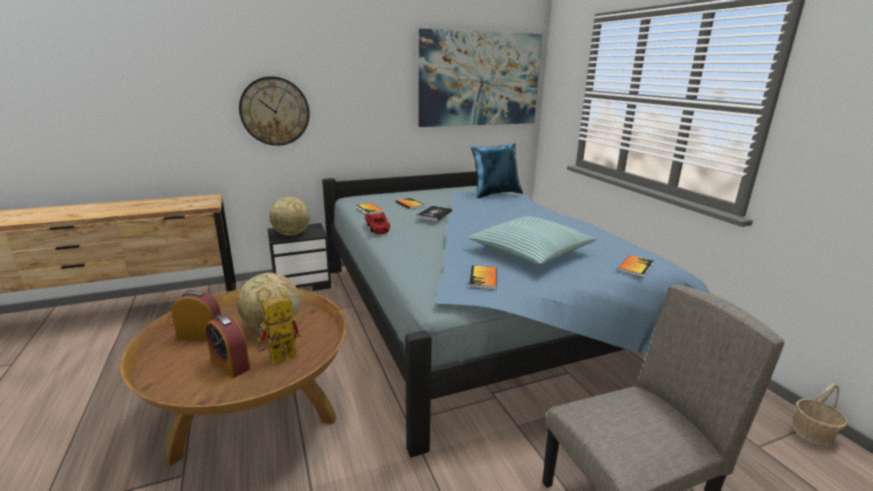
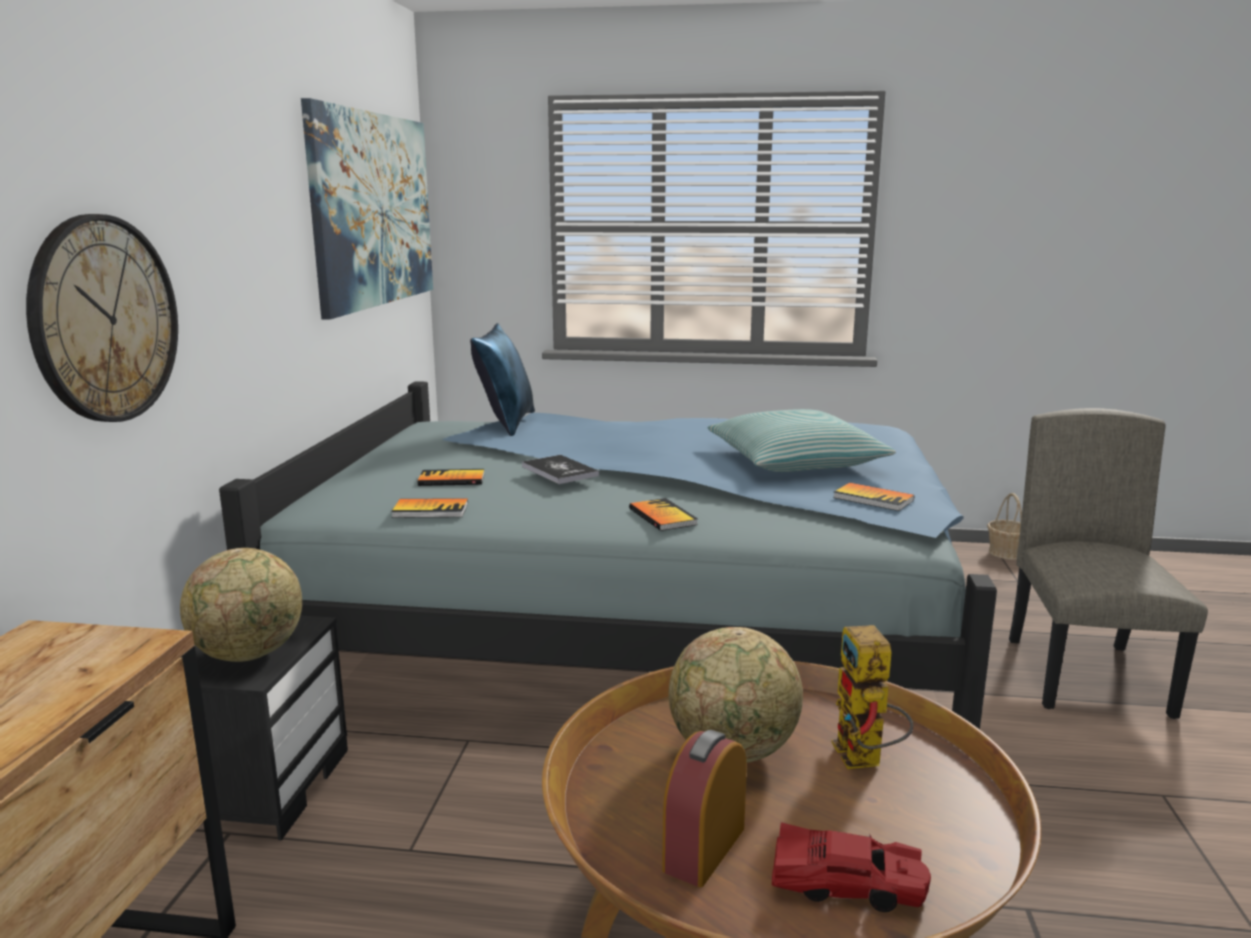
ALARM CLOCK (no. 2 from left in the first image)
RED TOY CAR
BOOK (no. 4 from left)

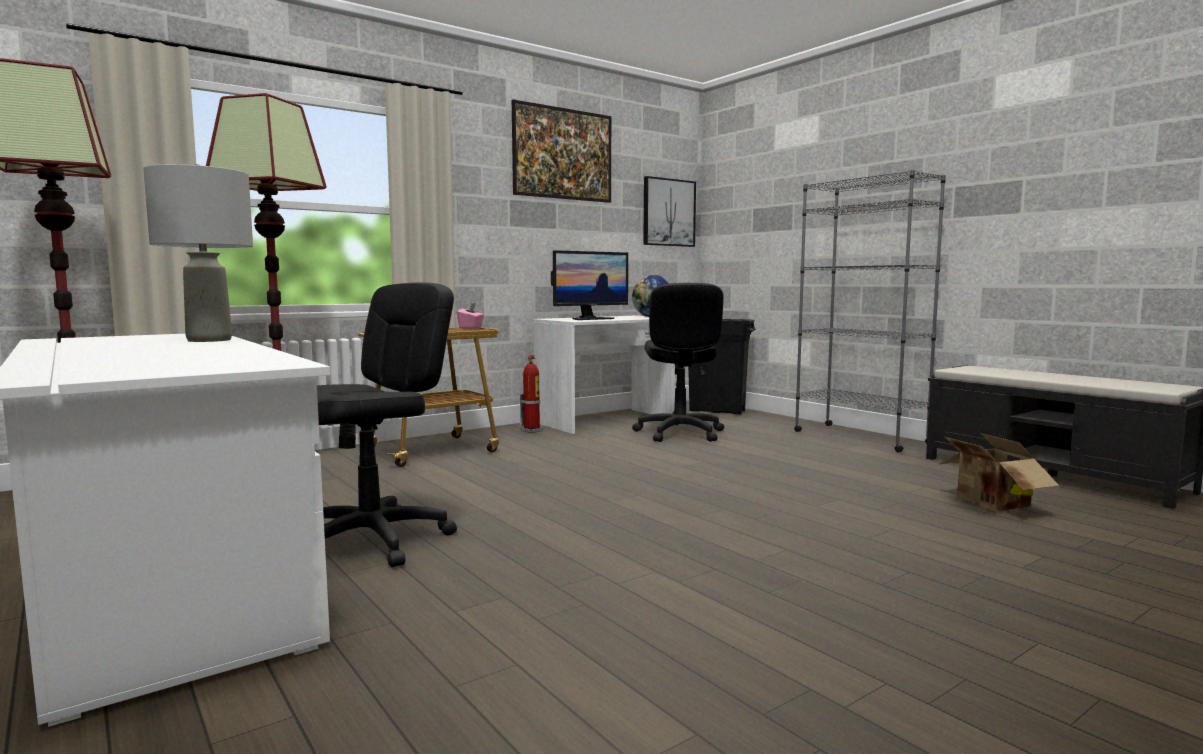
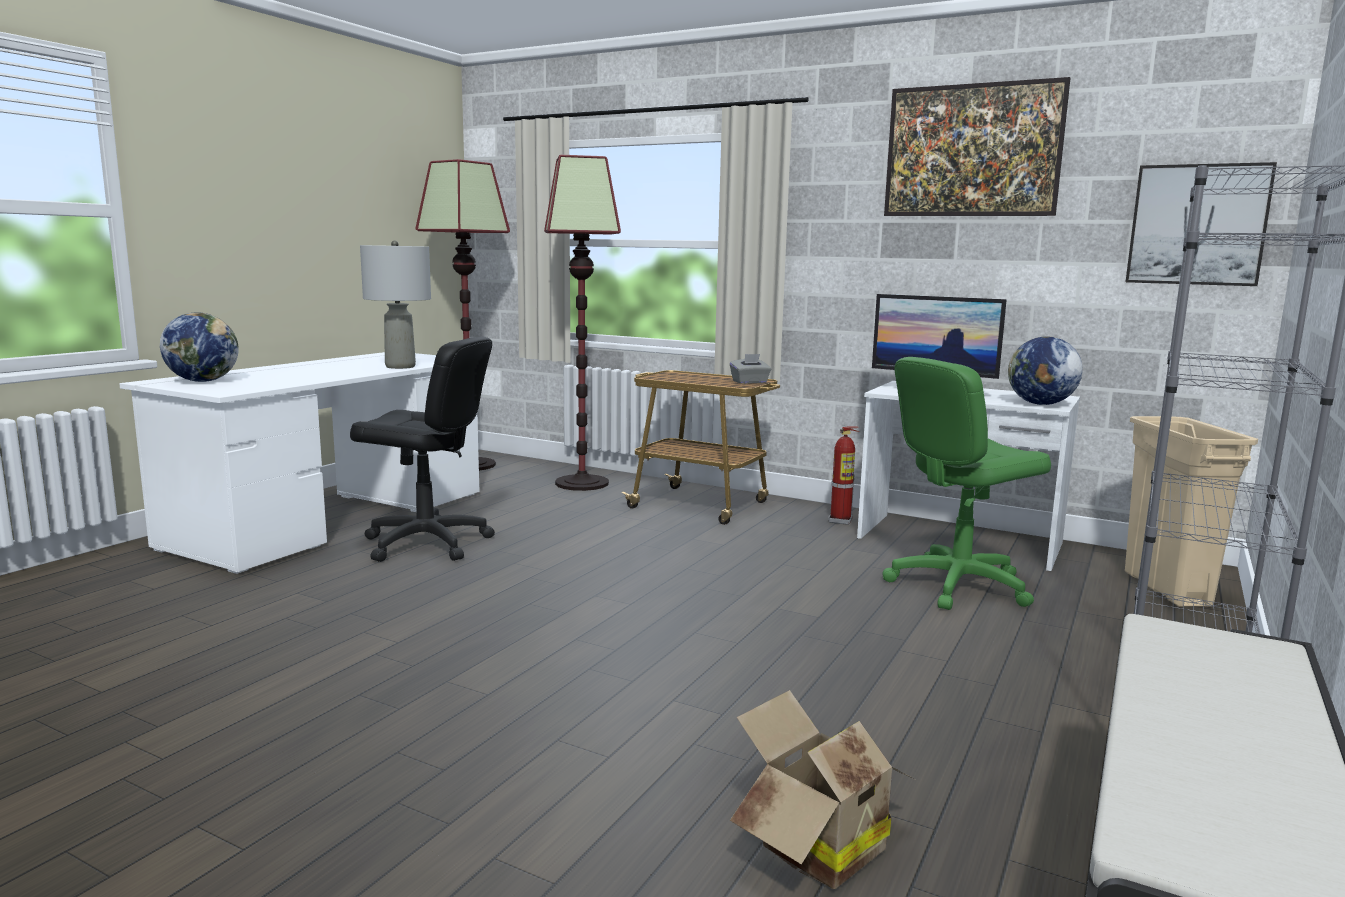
GREY TISSUE BOX
GREEN OFFICE CHAIR
BEIGE TRASH CAN
GLOBE (no. 1 from left)

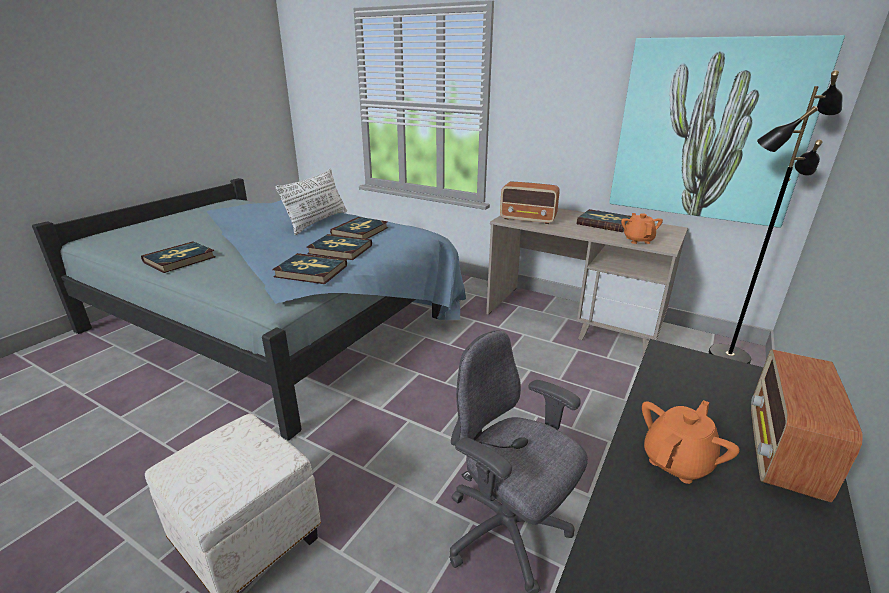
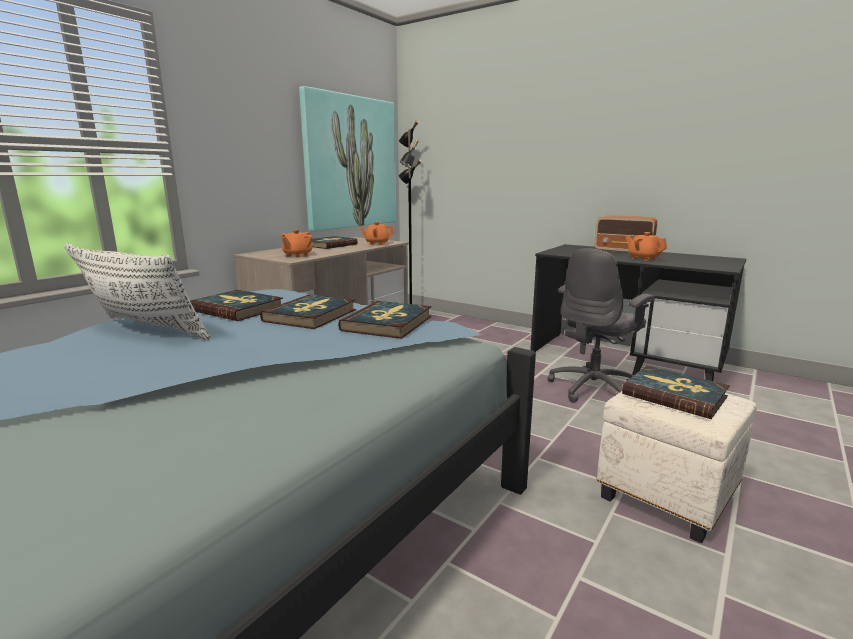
BOOK (no. 5 from left)
ORANGE TEAPOT (no. 1 from left)

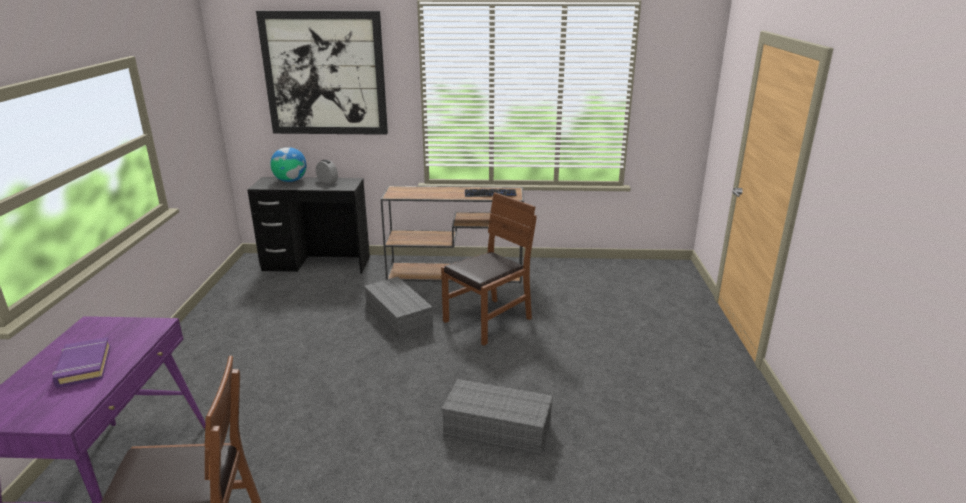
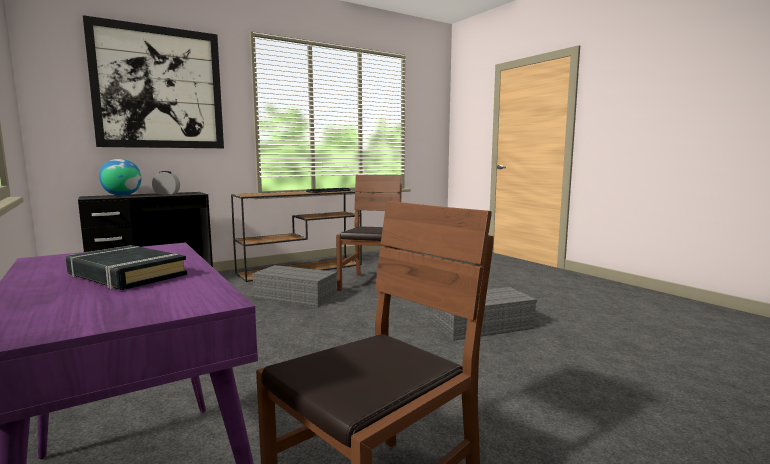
BLACK BOOK

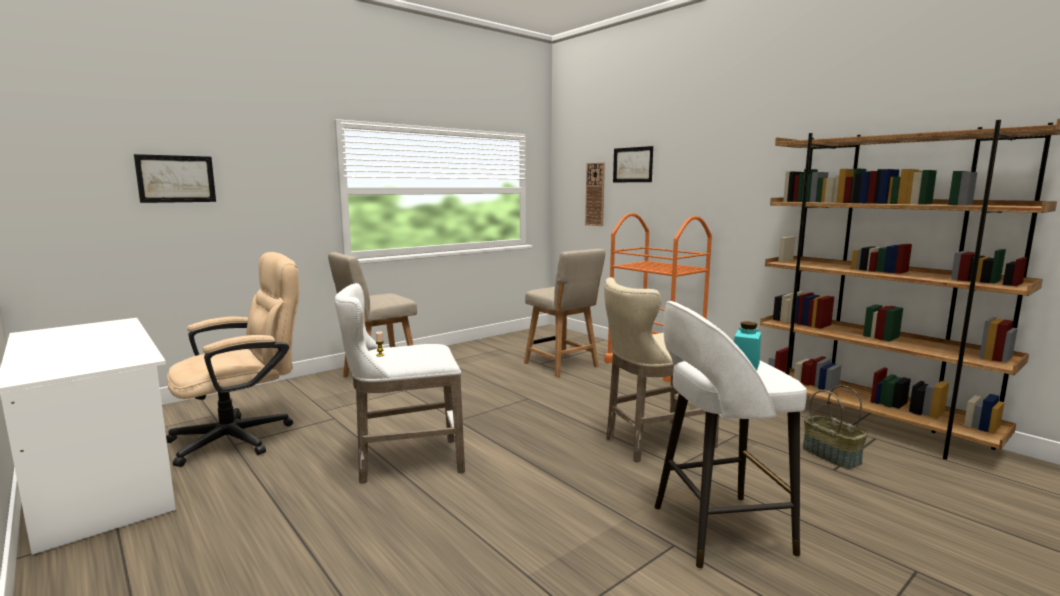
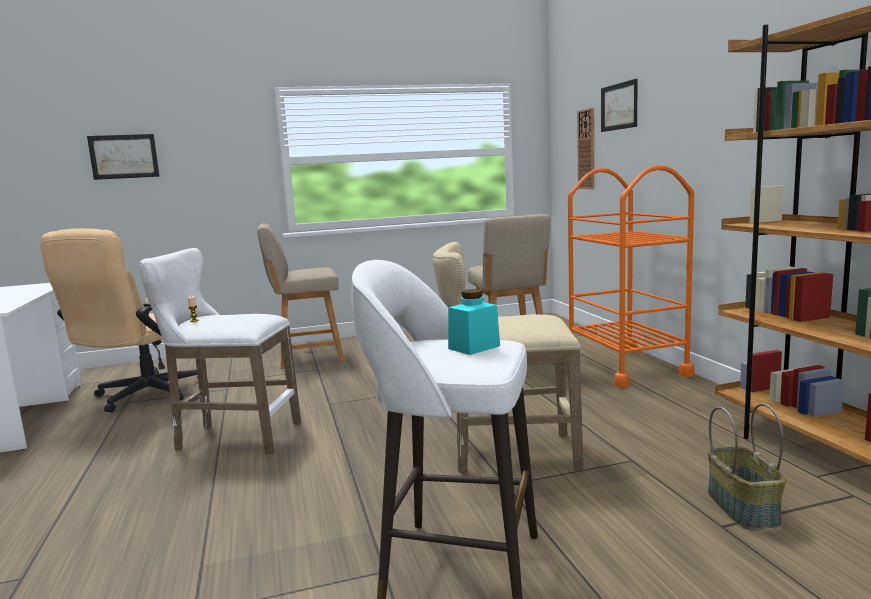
BEIGE OFFICE CHAIR

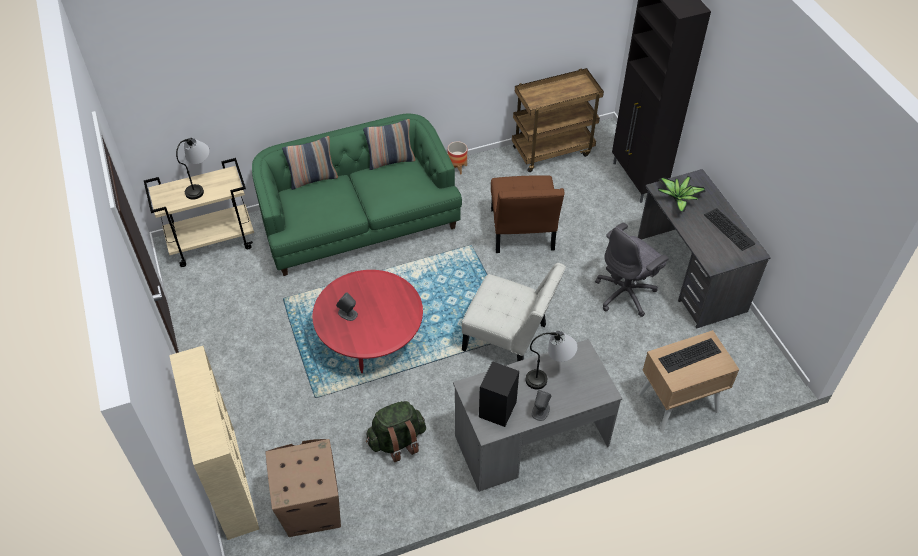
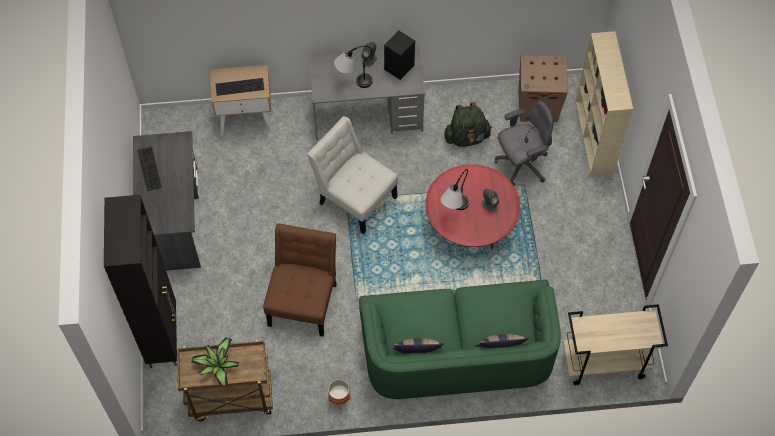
TABLE LAMP (no. 2 from left)
GREY OFFICE CHAIR
POTTED PLANT

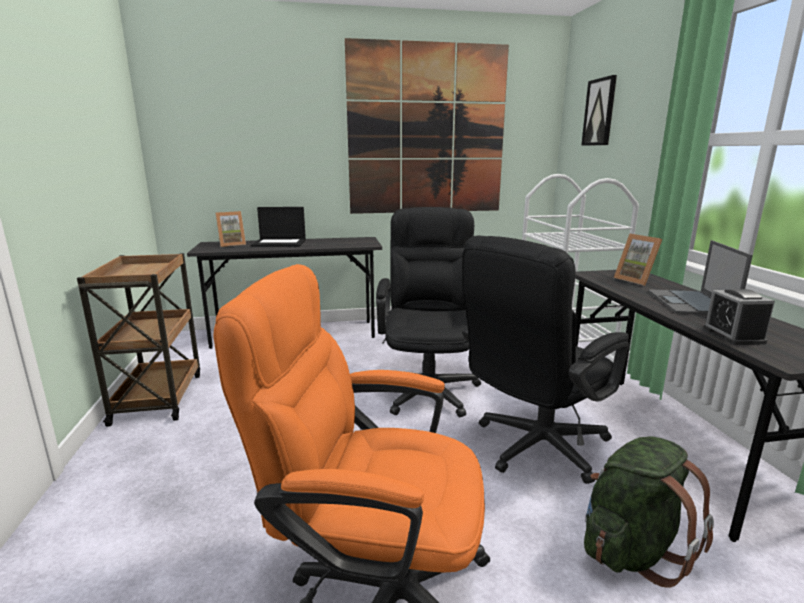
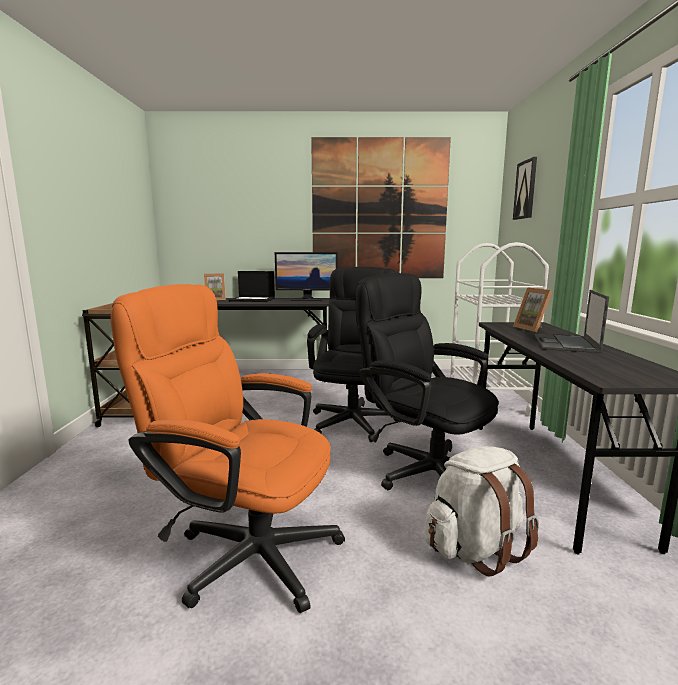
BLACK OFFICE CHAIR (no. 2 from left)
WHITE BACKPACK
ALARM CLOCK
MONITOR

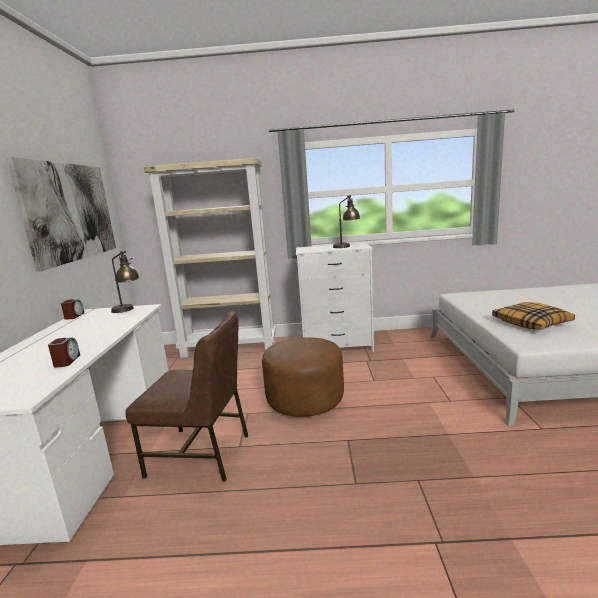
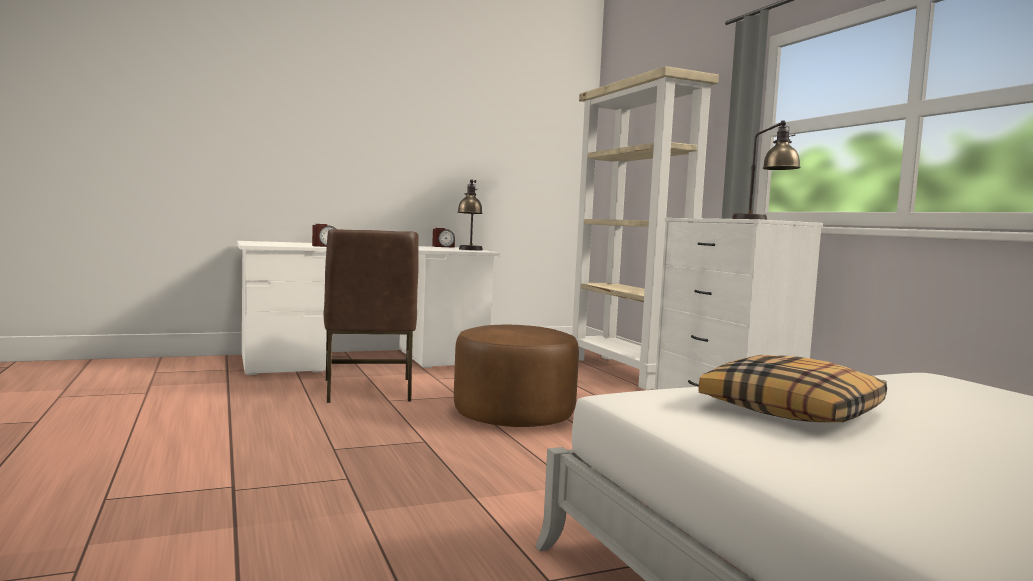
PICTURE

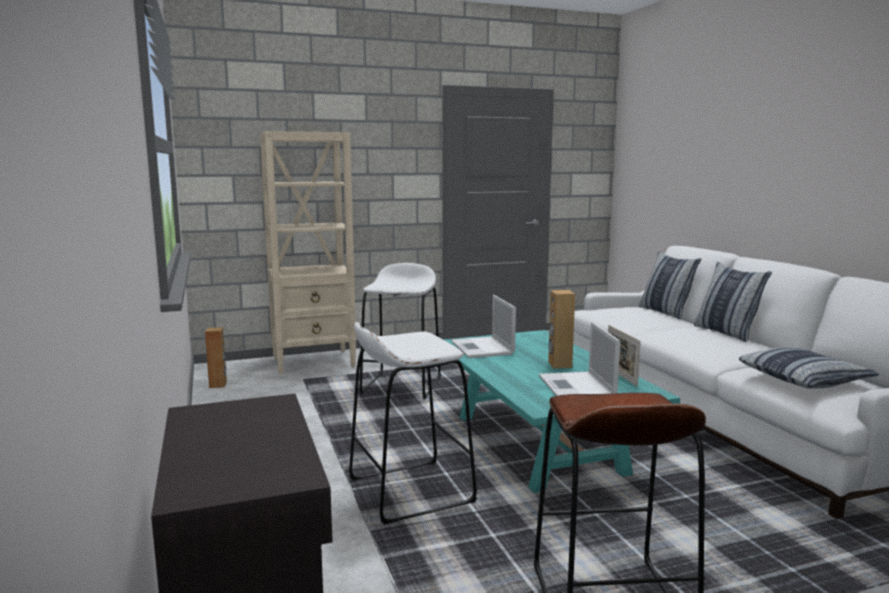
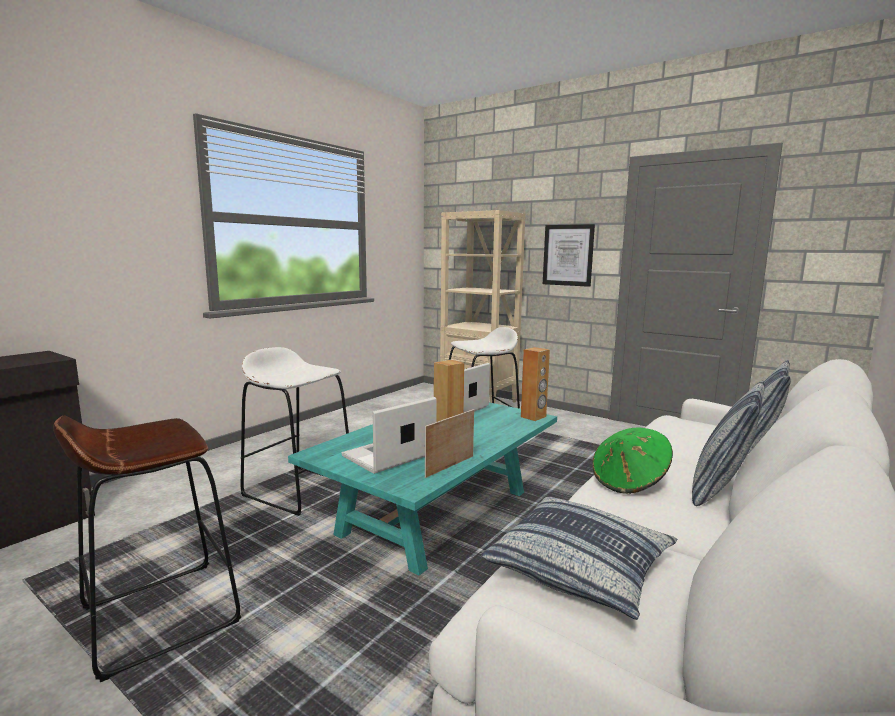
BROWN SPEAKER (no. 2 from left)
PICTURE
GREEN HAT

